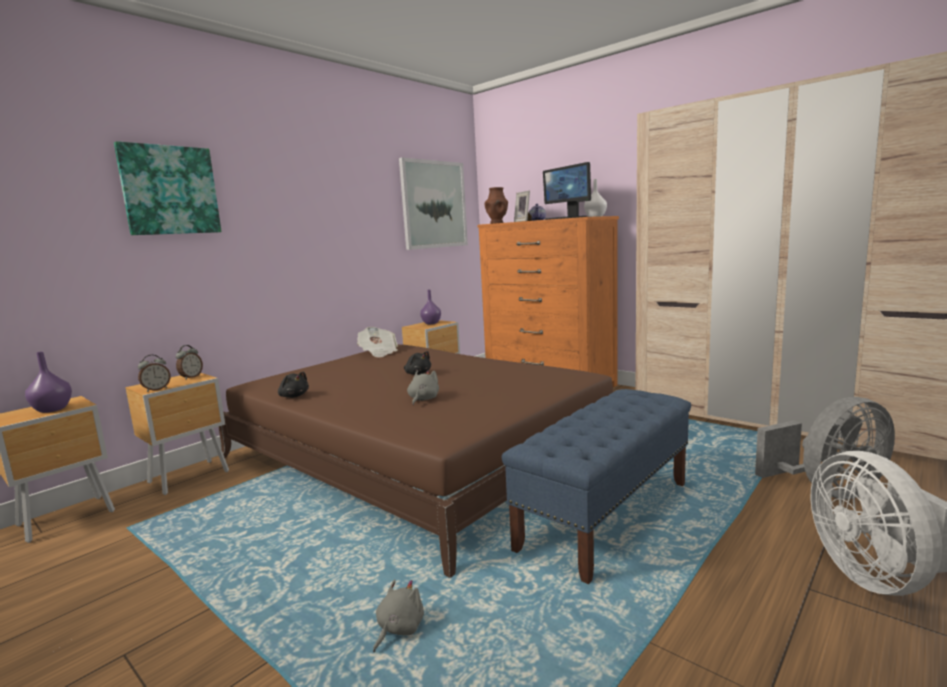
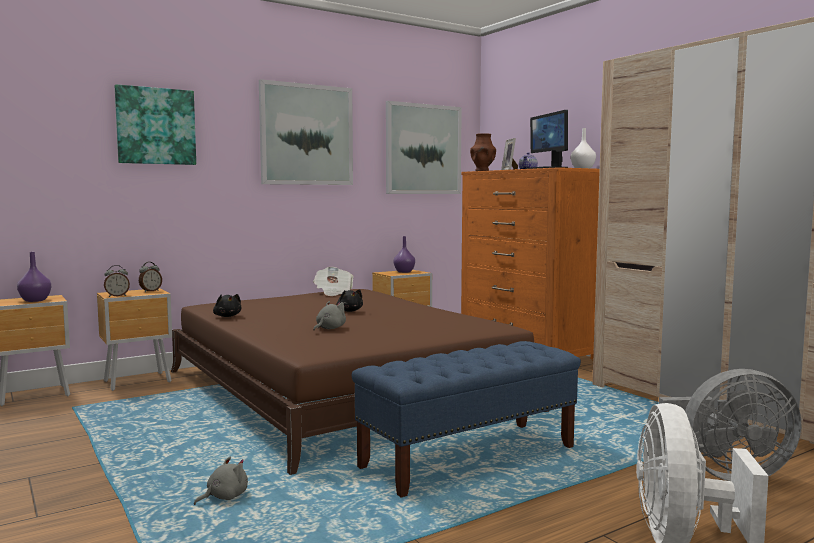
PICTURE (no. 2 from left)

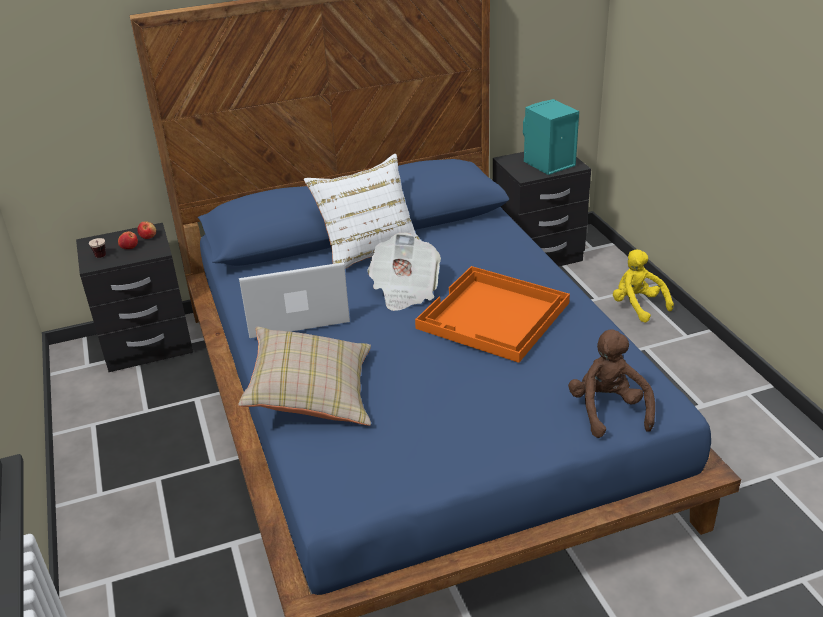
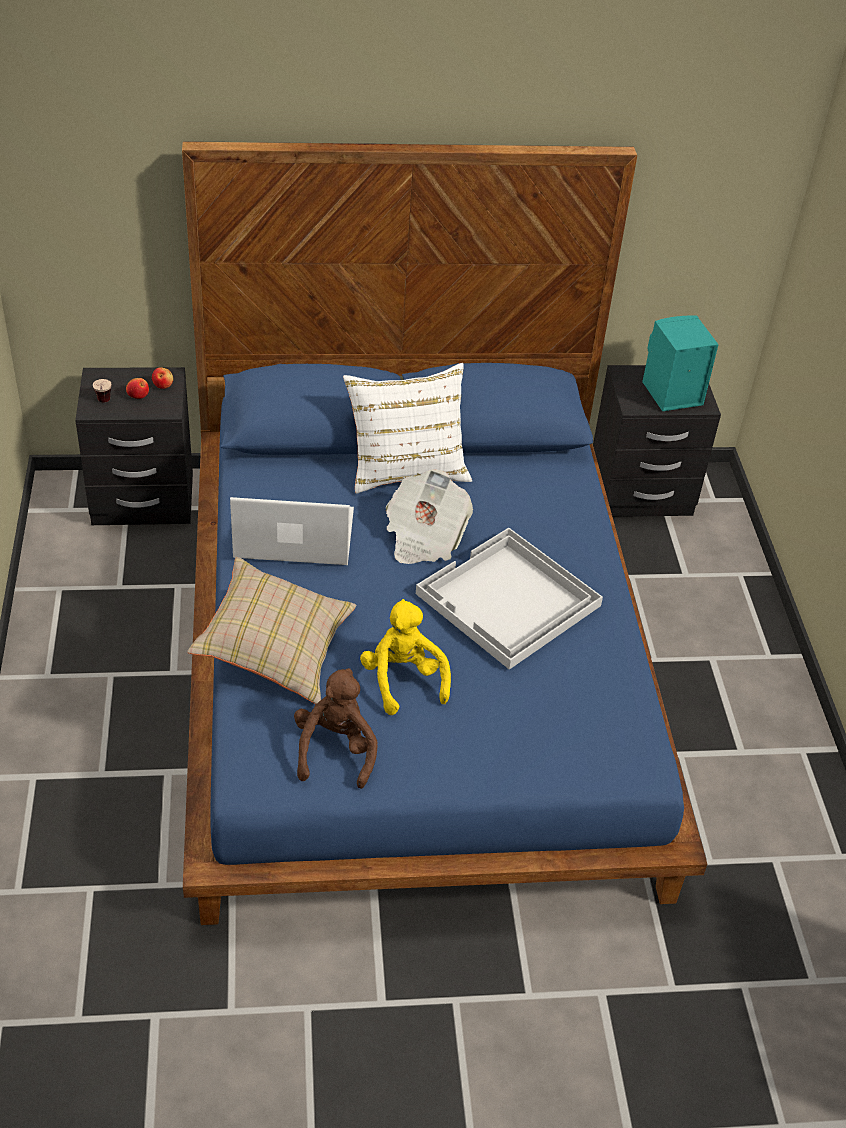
WHITE TRAY
BROWN PLUSH TOY
YELLOW PLUSH TOY

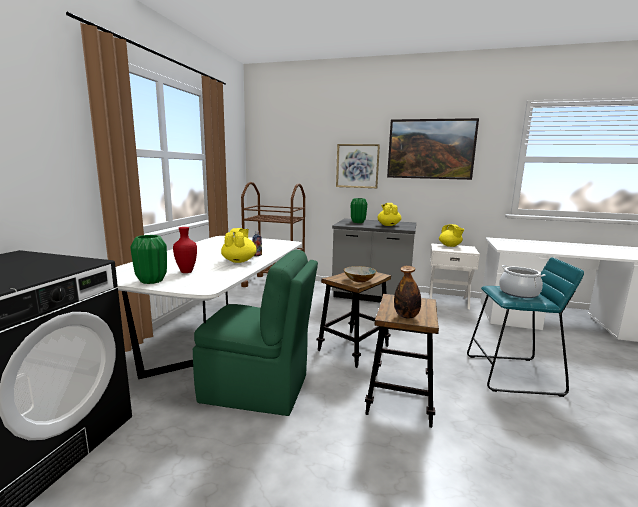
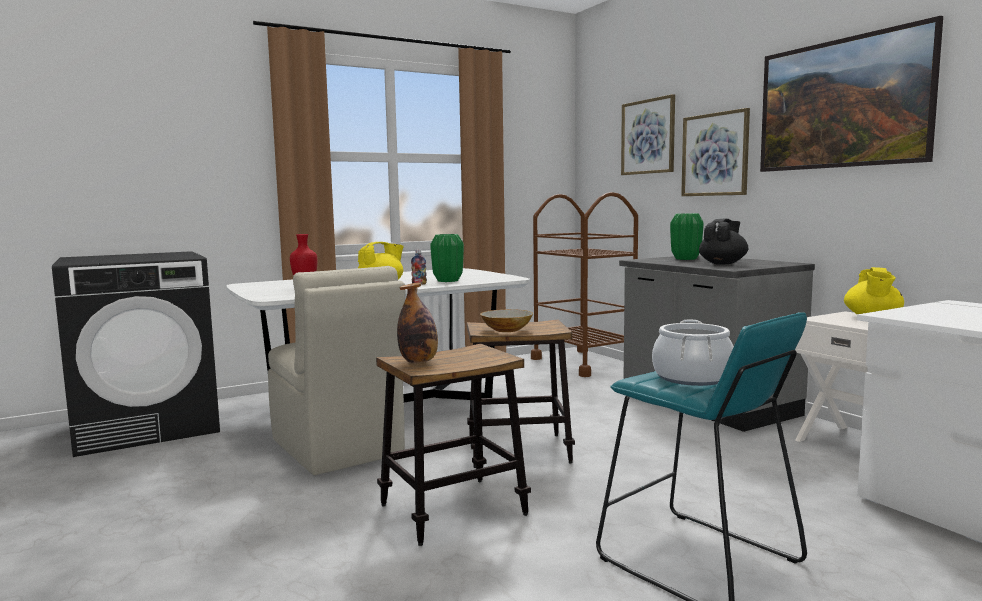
GREEN VASE (no. 1 from left)
BEIGE CHAIR
BLACK TEAPOT
PICTURE (no. 1 from left)

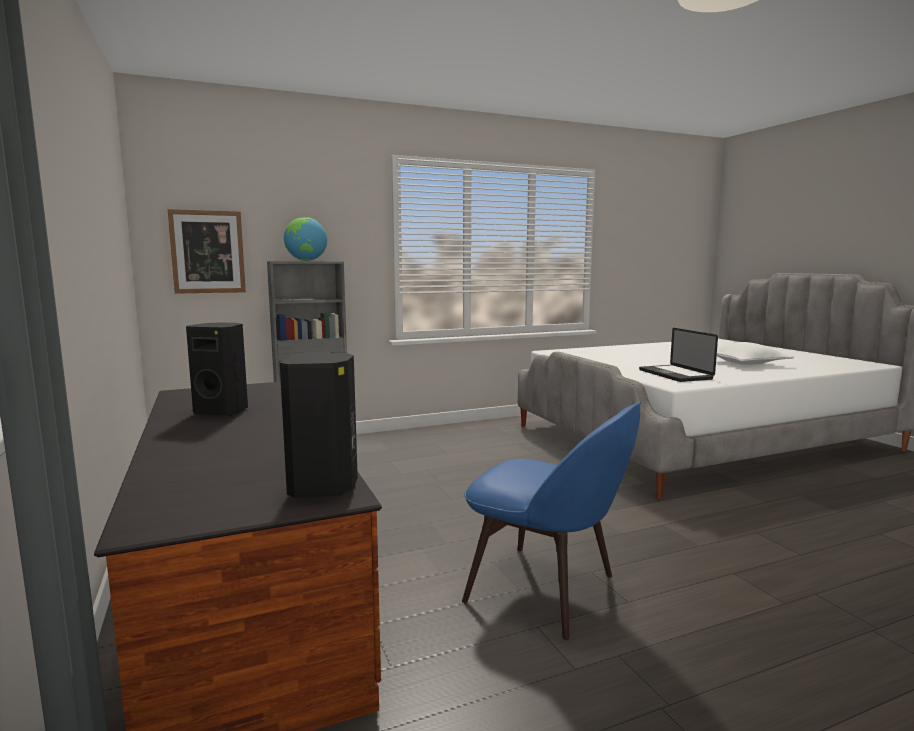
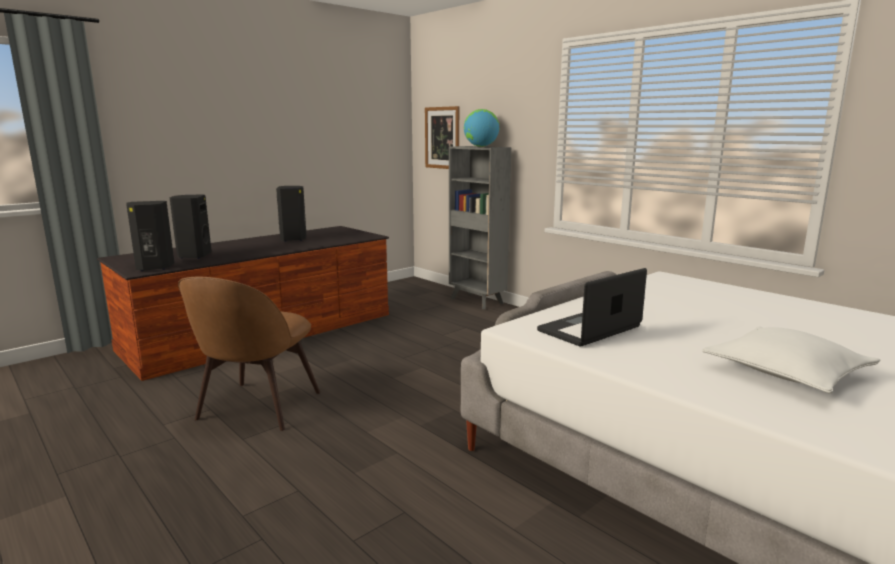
BROWN CHAIR
BLACK SPEAKER (no. 2 from left)

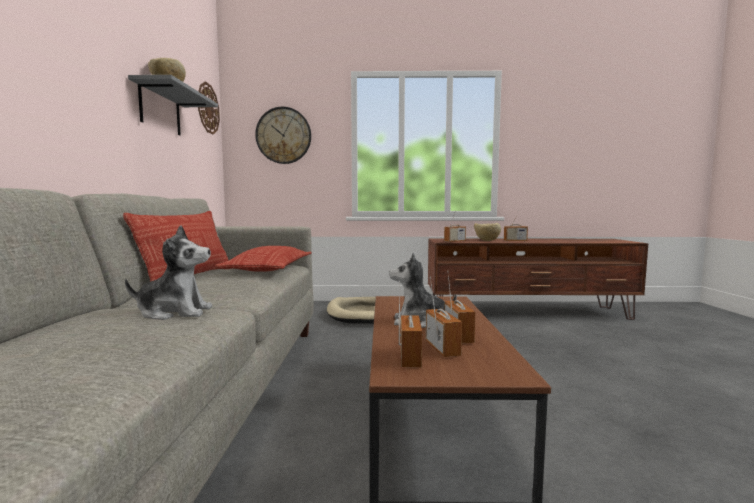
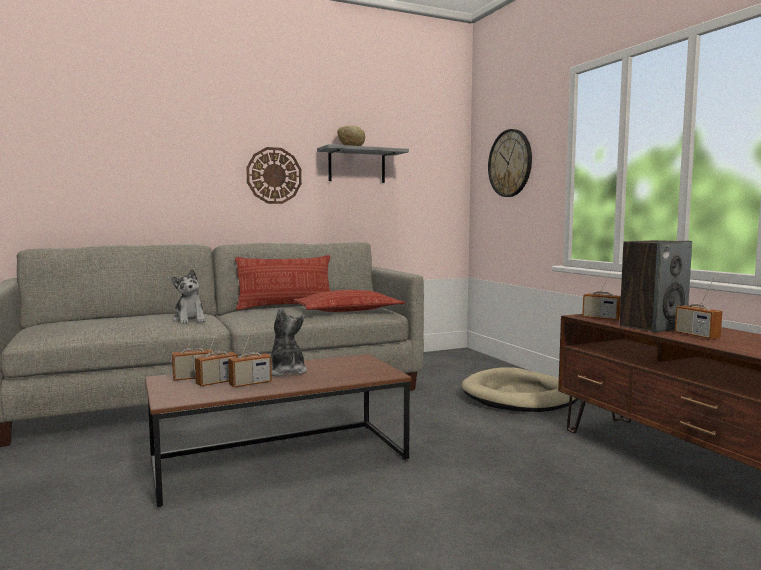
WALL CLOCK (no. 1 from left)
SPEAKER

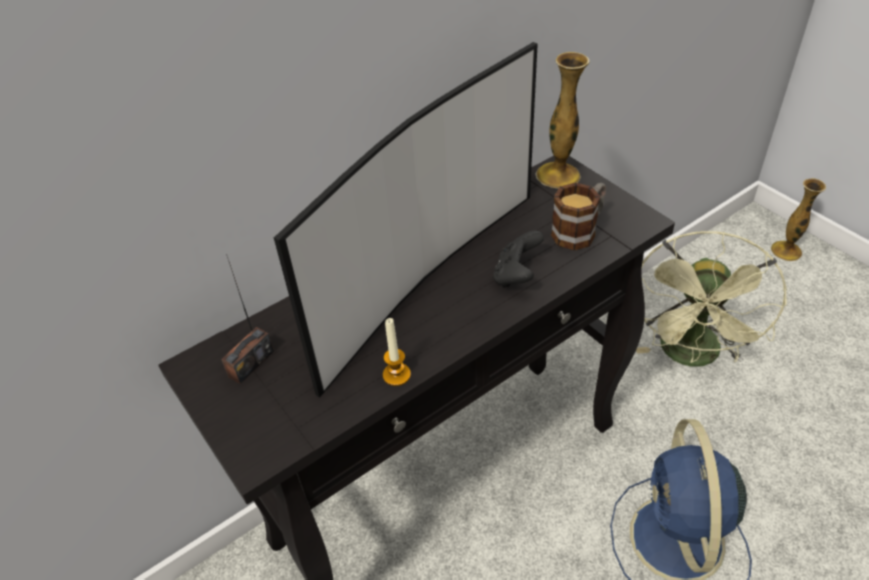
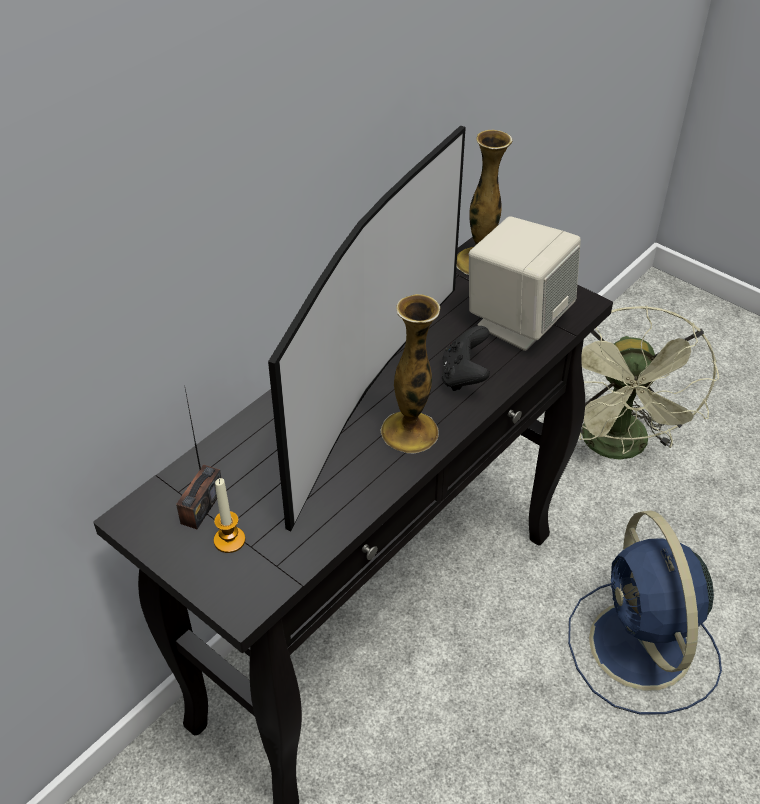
CANDLE
BEIGE SPEAKER
VASE (no. 1 from left)

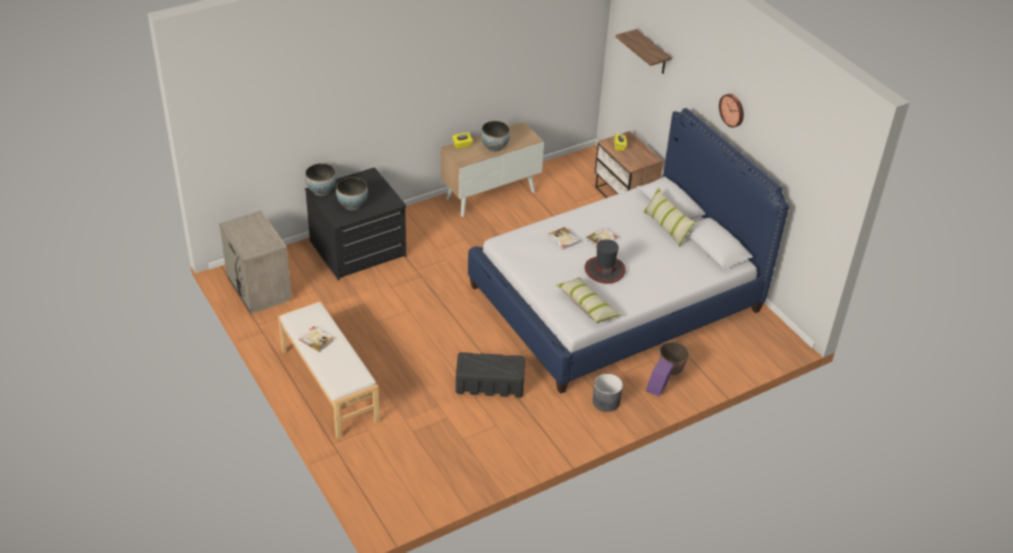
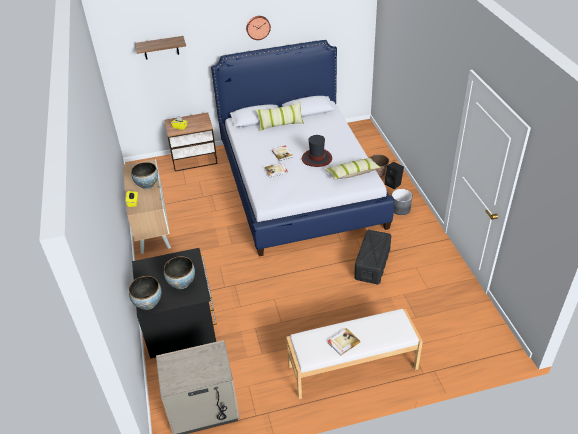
BLACK SPEAKER

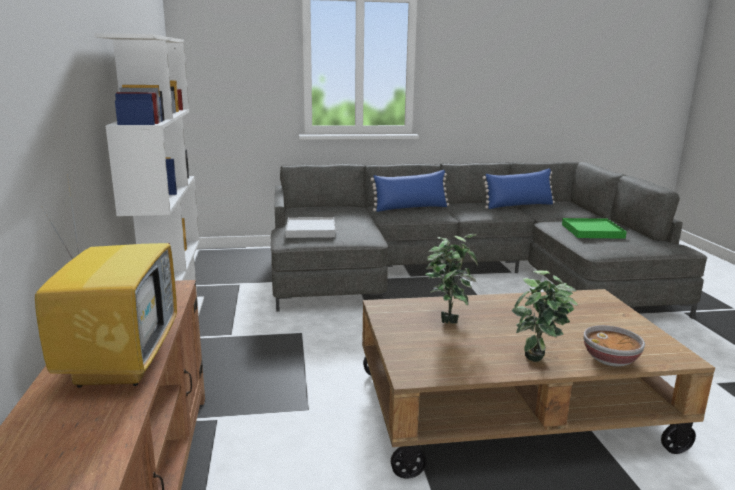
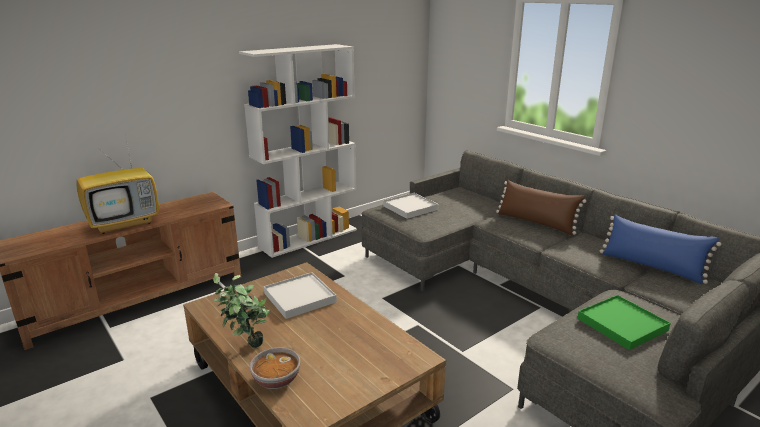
BROWN PILLOW
WHITE TRAY (no. 1 from left)

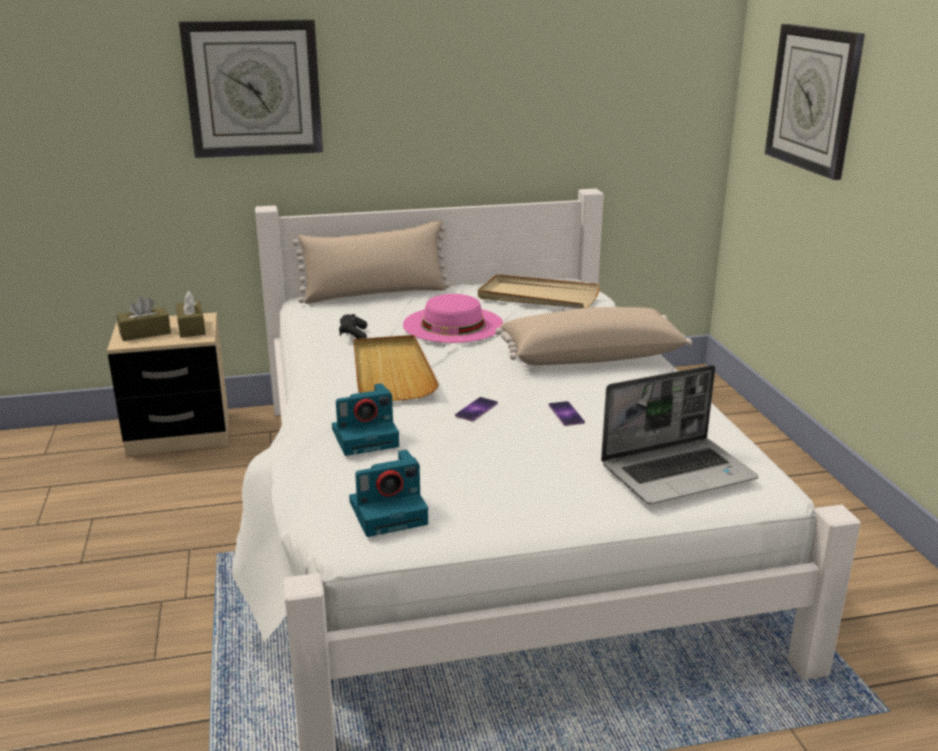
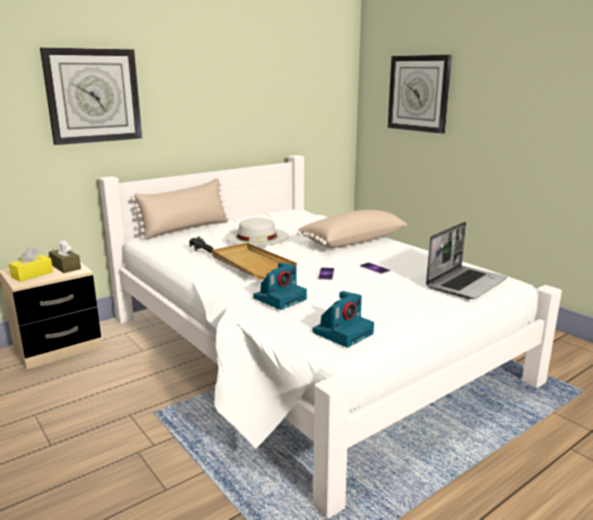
YELLOW TISSUE BOX
WHITE HAT
BEIGE TRAY (no. 2 from left in the first image)

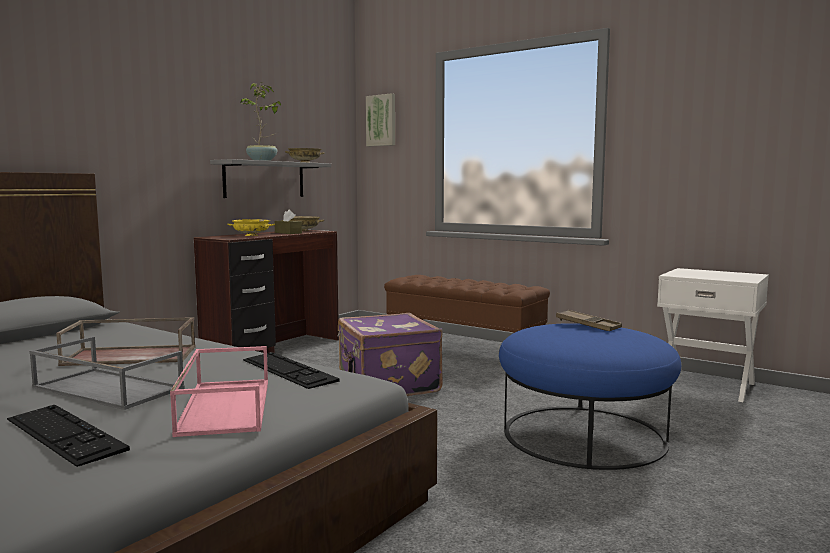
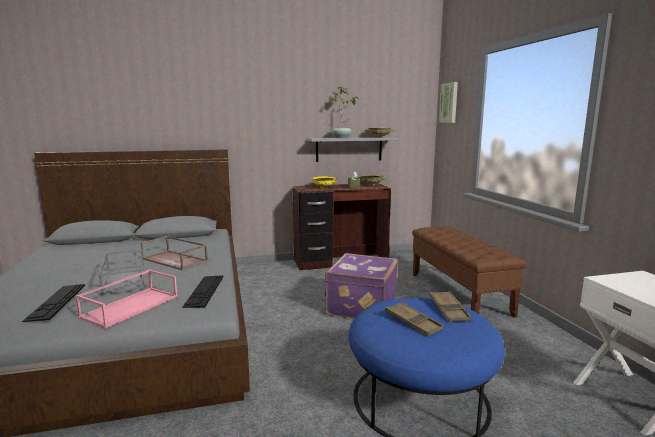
BROWN TRAY (no. 2 from left)

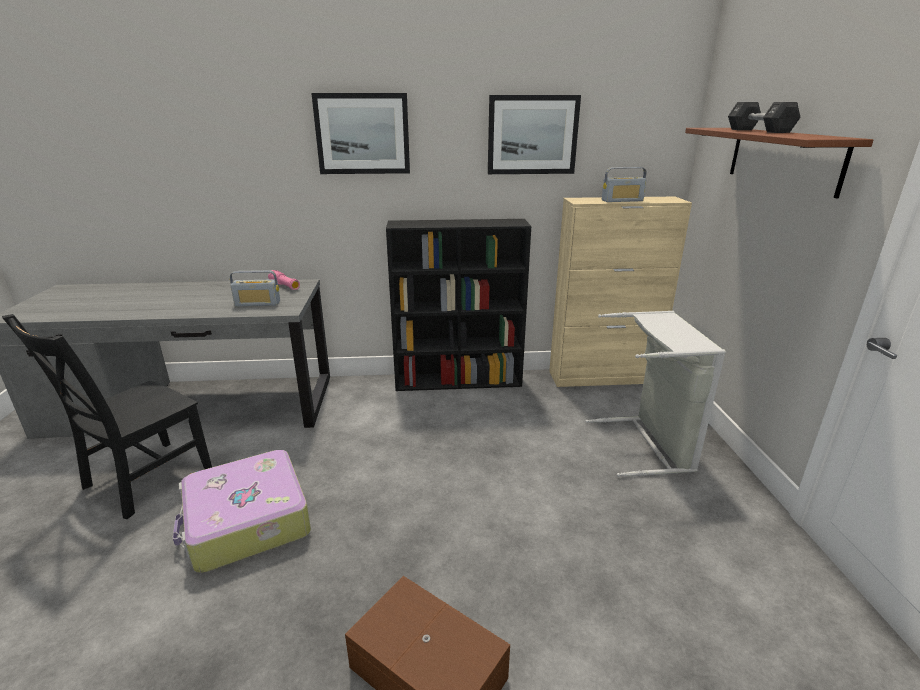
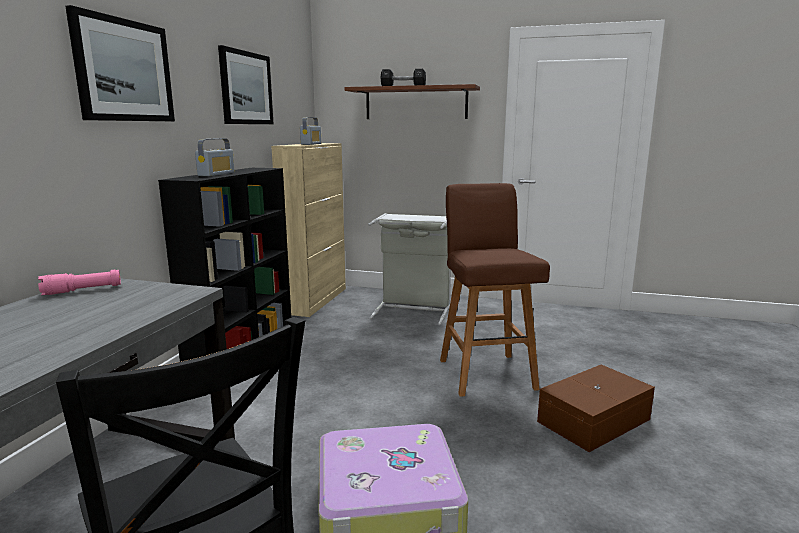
RADIO (no. 1 from left)
BROWN STOOL

